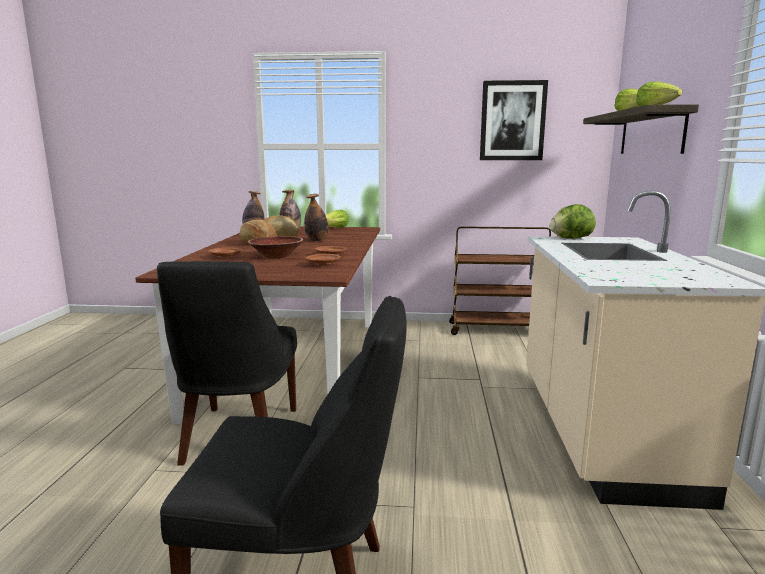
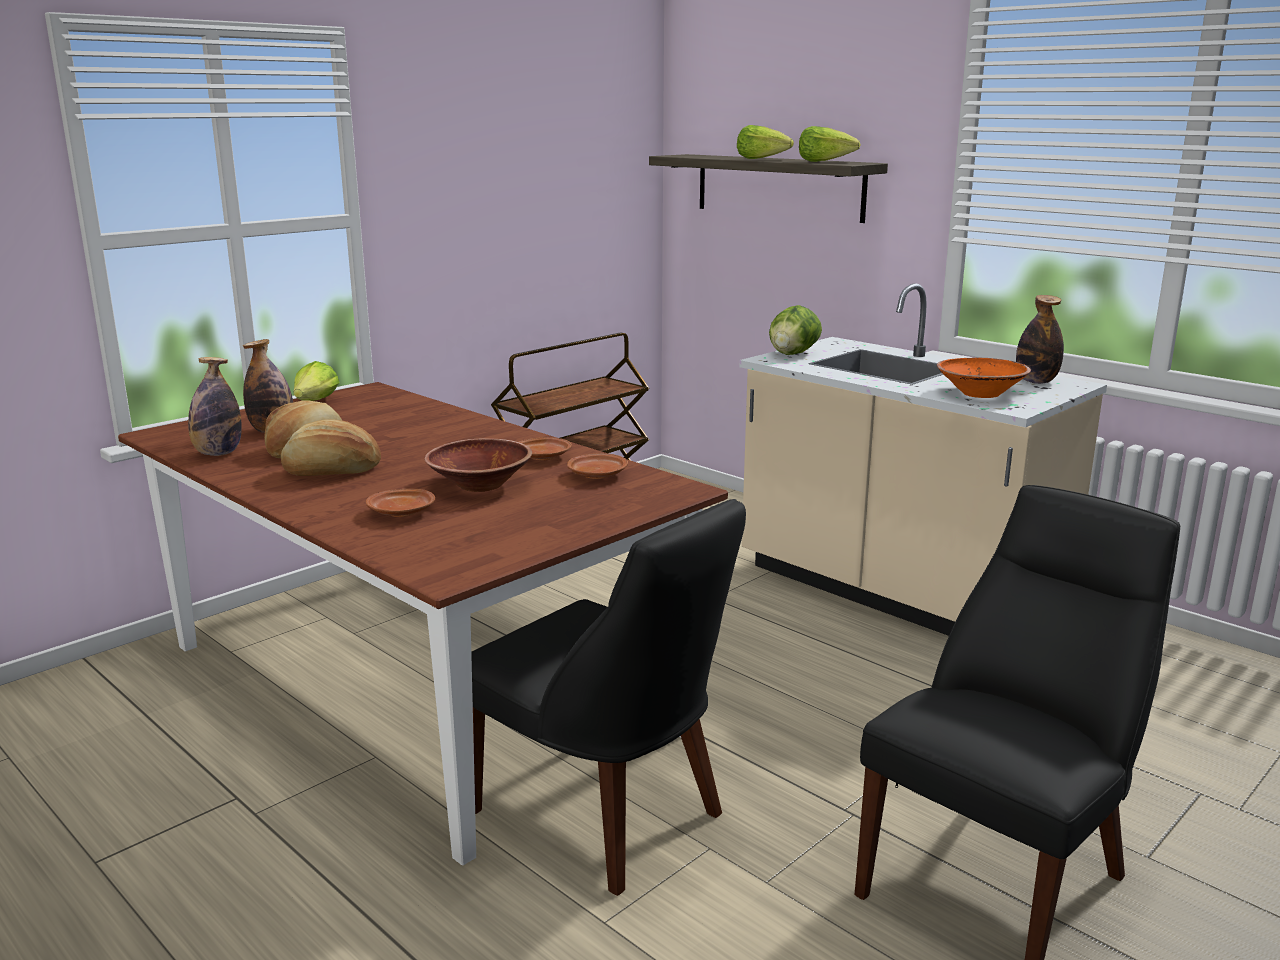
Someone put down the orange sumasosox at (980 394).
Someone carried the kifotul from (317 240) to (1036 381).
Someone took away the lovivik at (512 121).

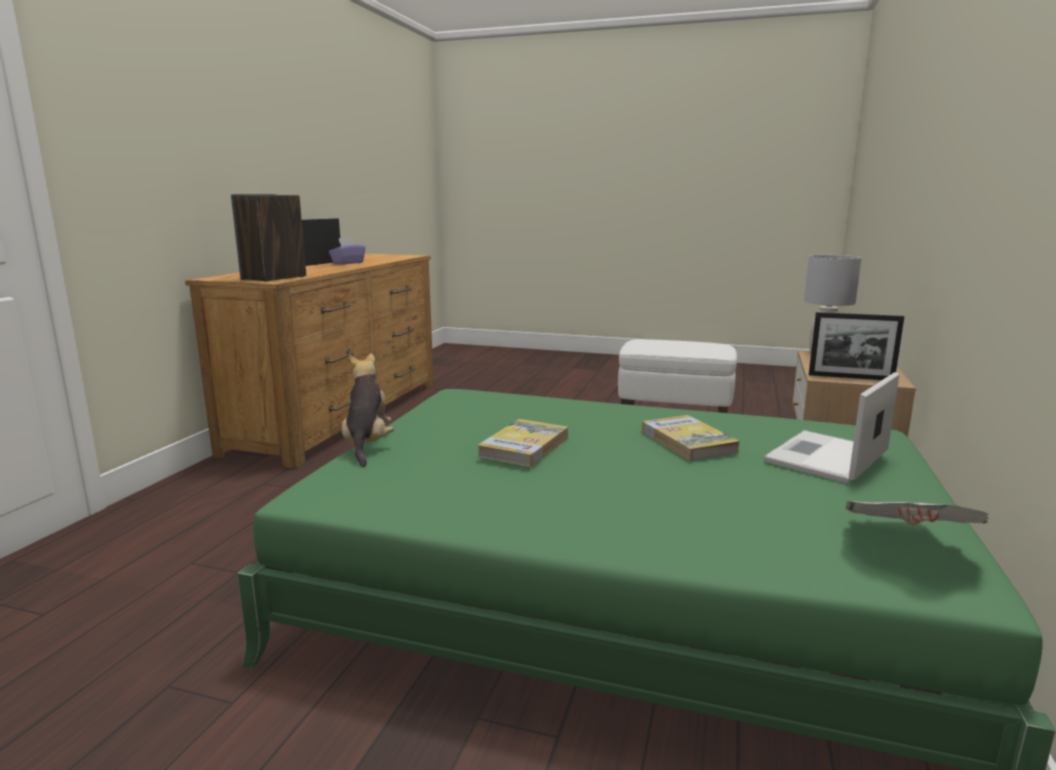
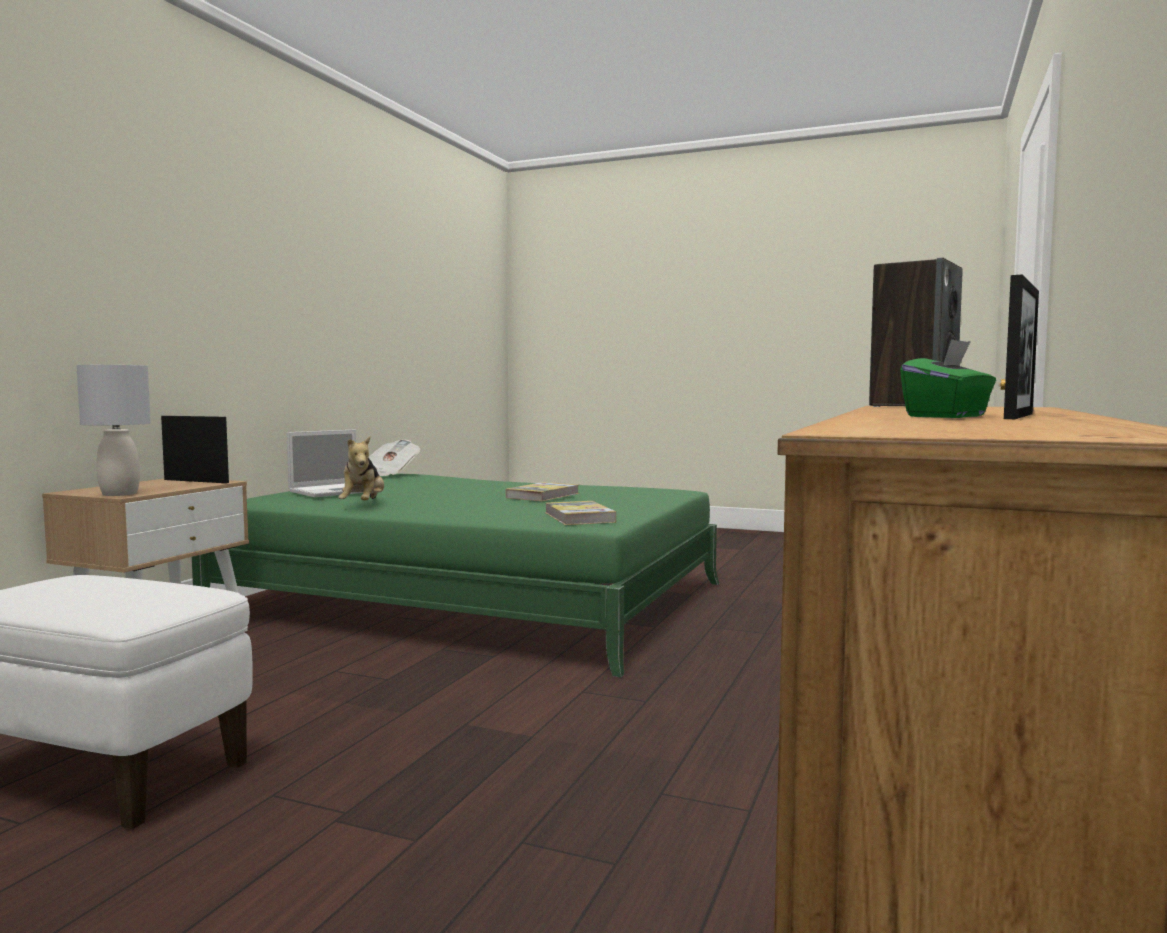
Someone carried the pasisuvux from (367 444) to (363 505).
Someone carried the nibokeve from (688 441) to (579 517).
Someone repainted the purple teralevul at (347 263), which became the green teralevul at (947 416).

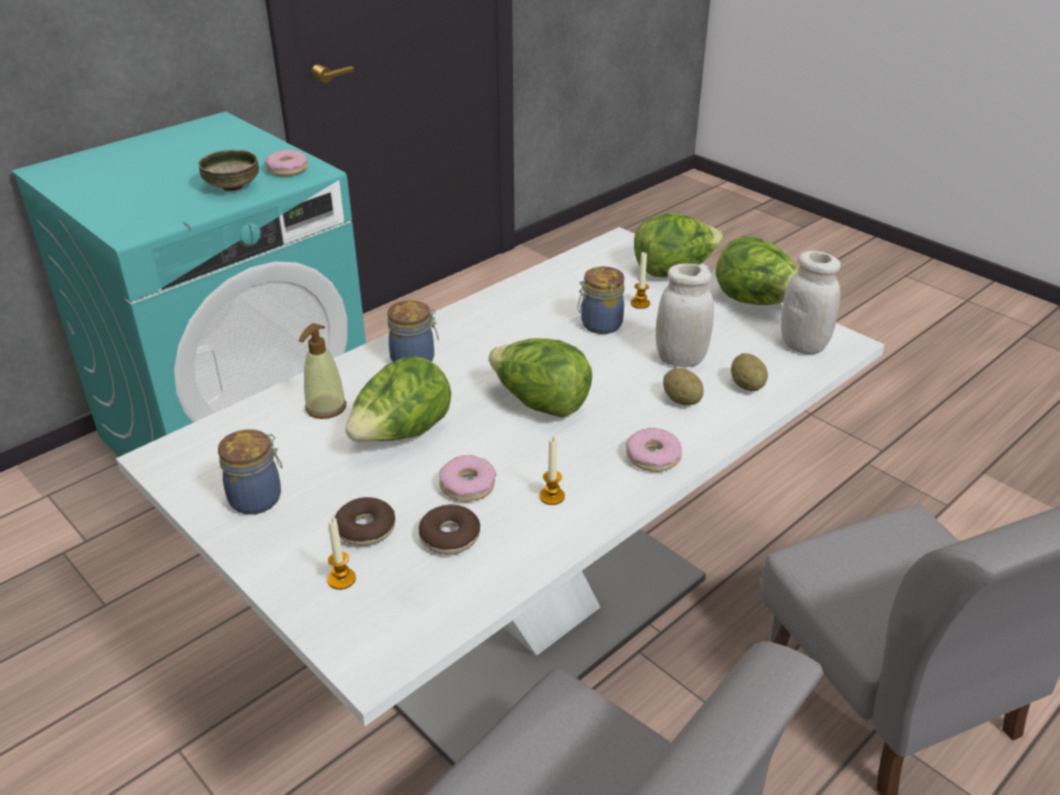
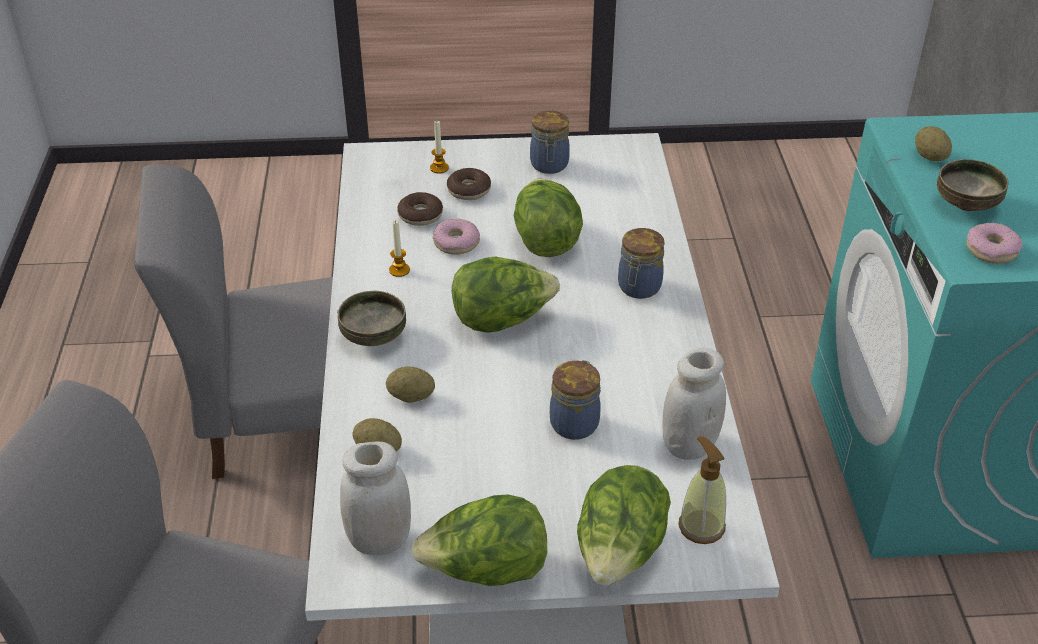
Someone swapped the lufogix at (653 457) for the sumasosox at (372 337).
Someone carried the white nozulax from (680 359) to (689 445).
Someone carried the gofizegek from (325 408) to (701 526).
Someone put down the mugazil at (930 157).
Someone took away the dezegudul at (640 303).

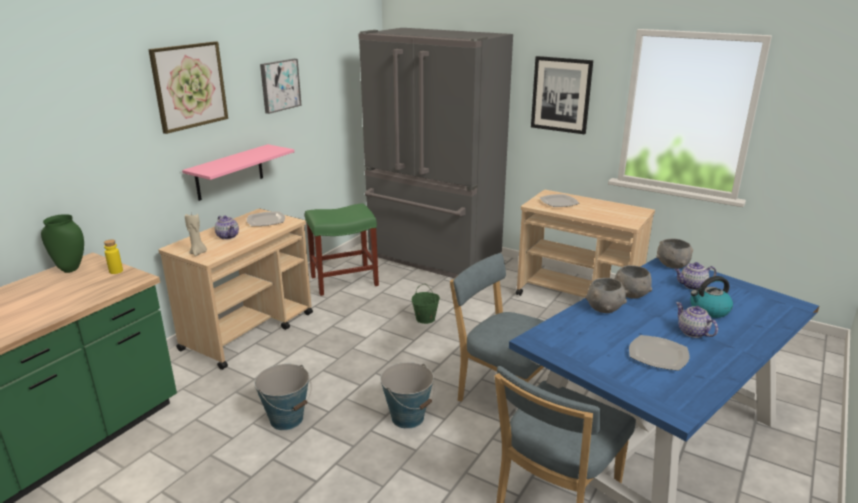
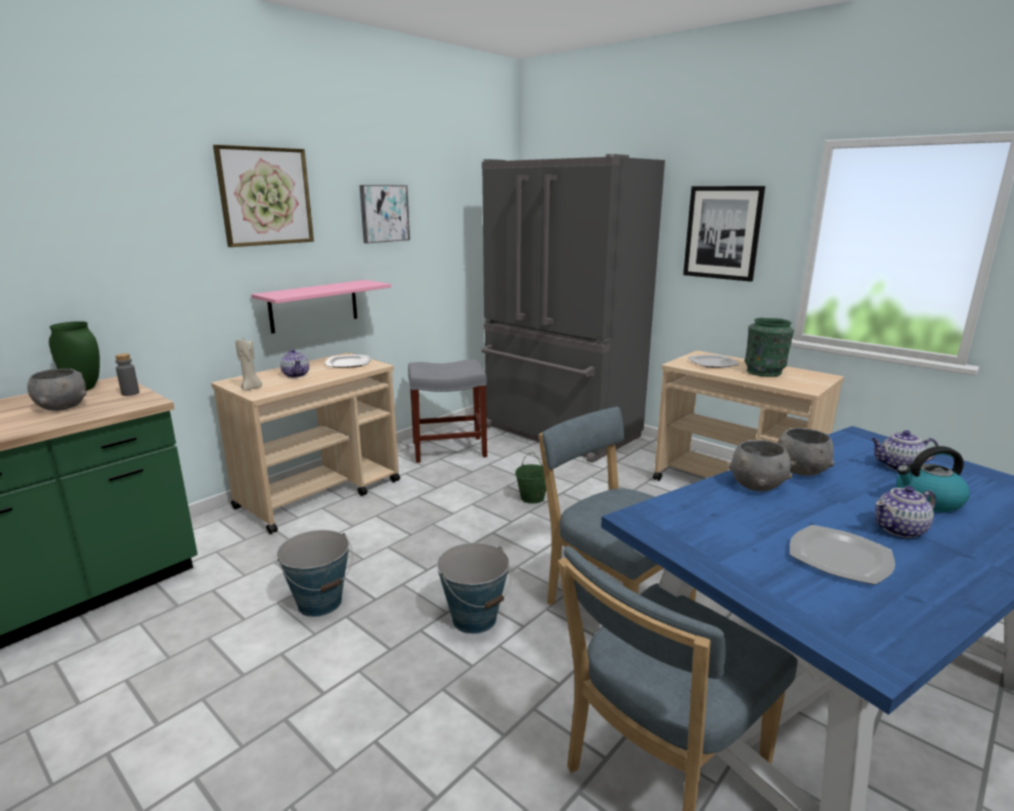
Someone carried the grey sumasosox from (672 265) to (62 407).
Someone repainted the yellow kifotul at (116 271), which became the grey kifotul at (130 393).
Someone repainted the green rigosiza at (343 281), which became the grey rigosiza at (448 449).
Someone put down the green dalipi at (765 372).
Someone rotated the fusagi at (692 332) by 90 degrees counterclockwise.

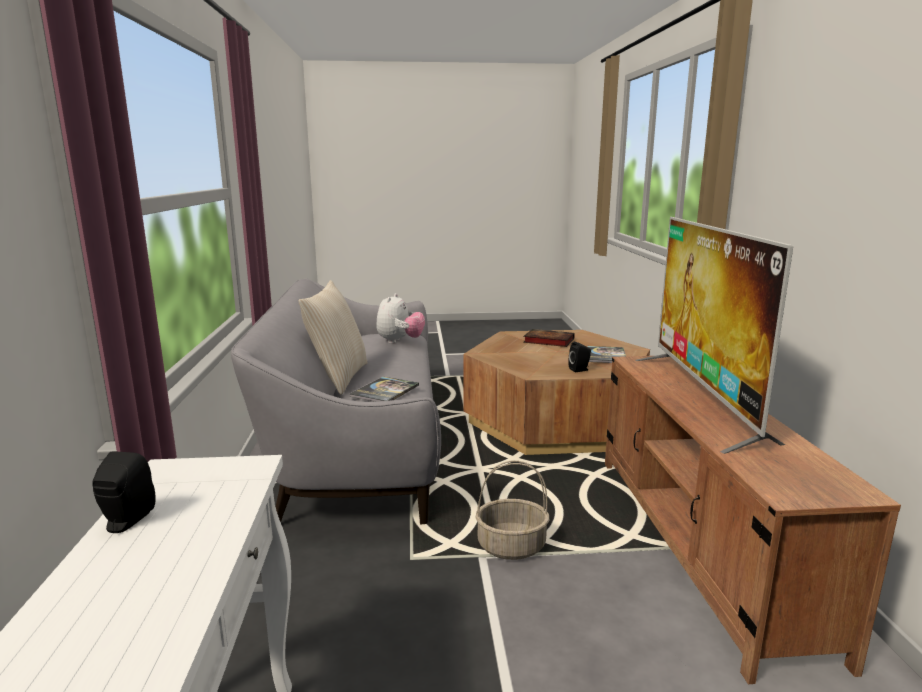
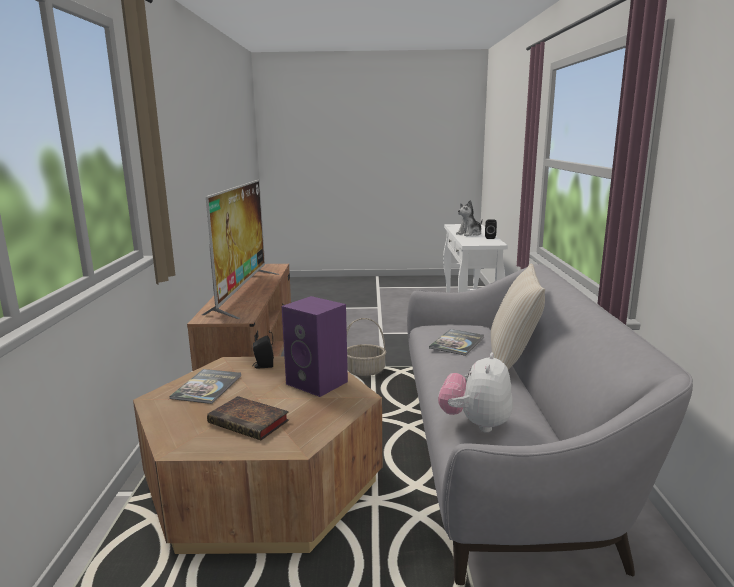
Someone put down the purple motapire at (318 383).
Someone put down the pasisuvux at (469 234).

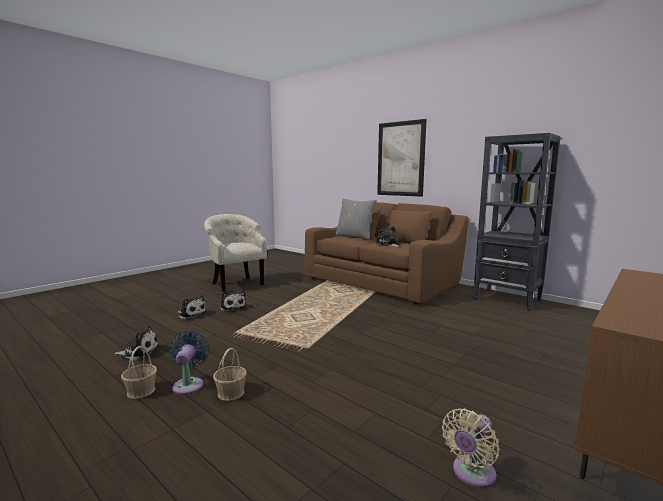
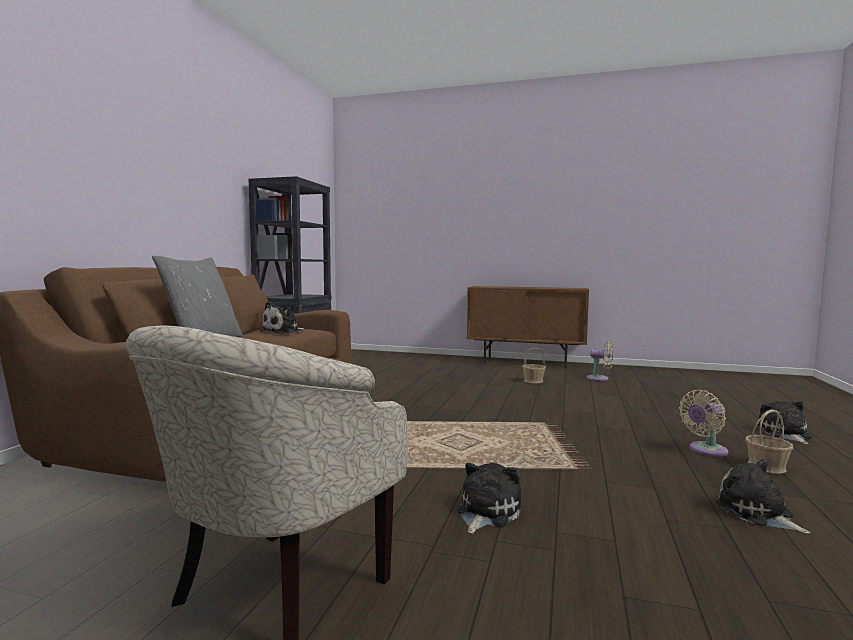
Someone carried the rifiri from (231 393) to (533 381).
Someone repainted the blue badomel at (189 384), which became the beige badomel at (705 450).
Someone carried the pasisuvux from (191 314) to (784 433).
Someone took away the lovivik at (400 159).

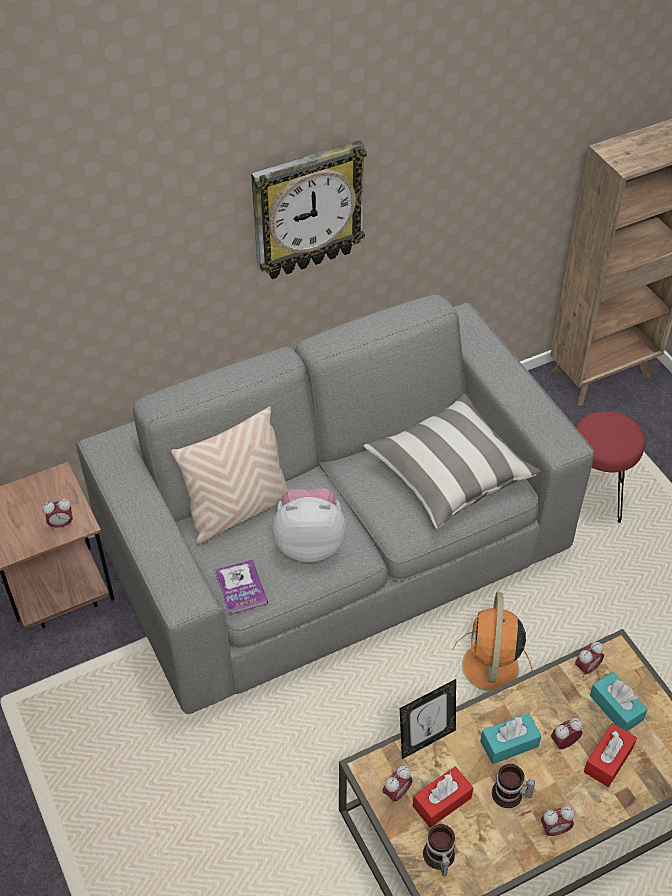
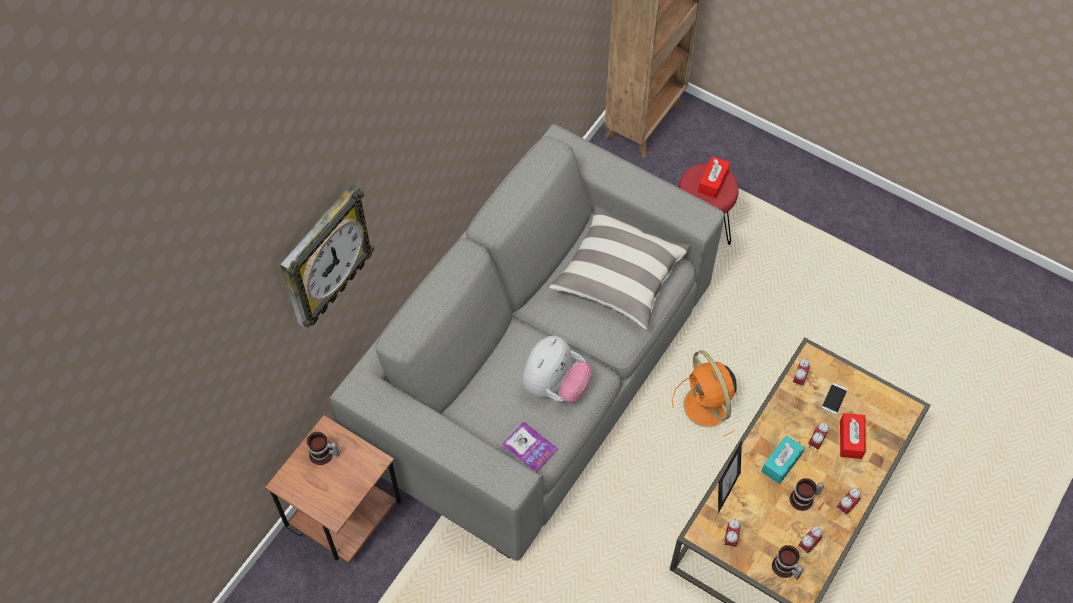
Someone carried the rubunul from (306 210) to (324 258).
Someone put down the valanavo at (323 455).
Someone rotated the pasisuvux at (309 543) by 150 degrees clockwise.
Someone carried the red teralevul from (442 802) to (713 182).
Someone carried the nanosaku from (61 524) to (808 545).
Someone swapped the turquoise teralevul at (616 708) for the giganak at (834 399).
Someone took away the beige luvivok at (238 511).

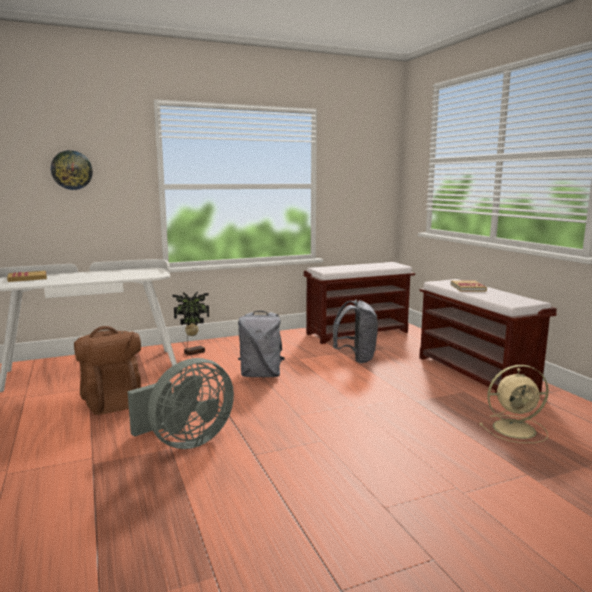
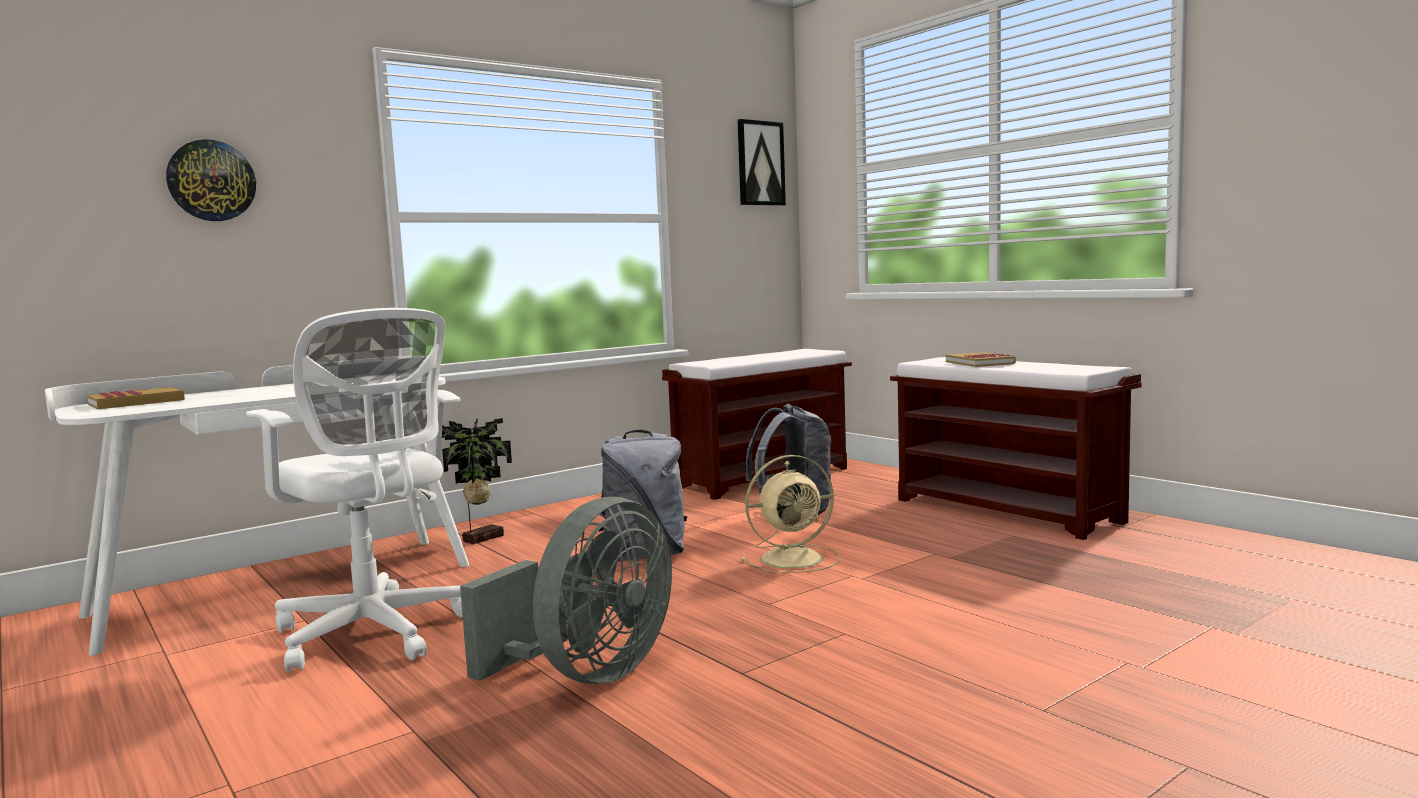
Someone swapped the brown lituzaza at (111 401) for the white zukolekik at (374 634).
Someone put up the lovivik at (760 163).
Someone carried the beige badomel from (516 429) to (794 558).

